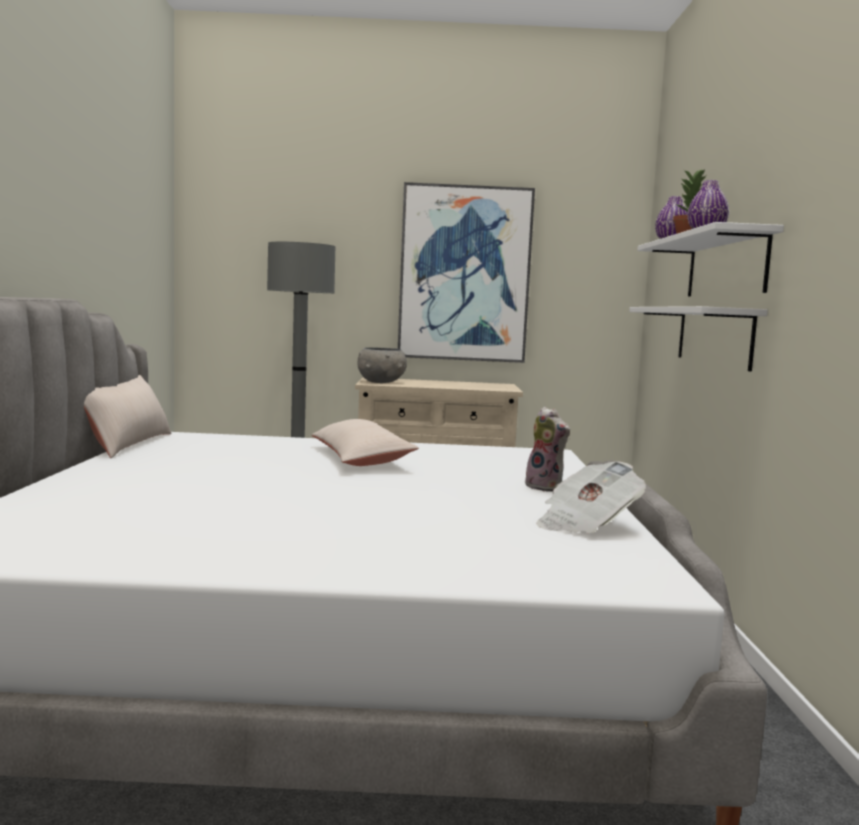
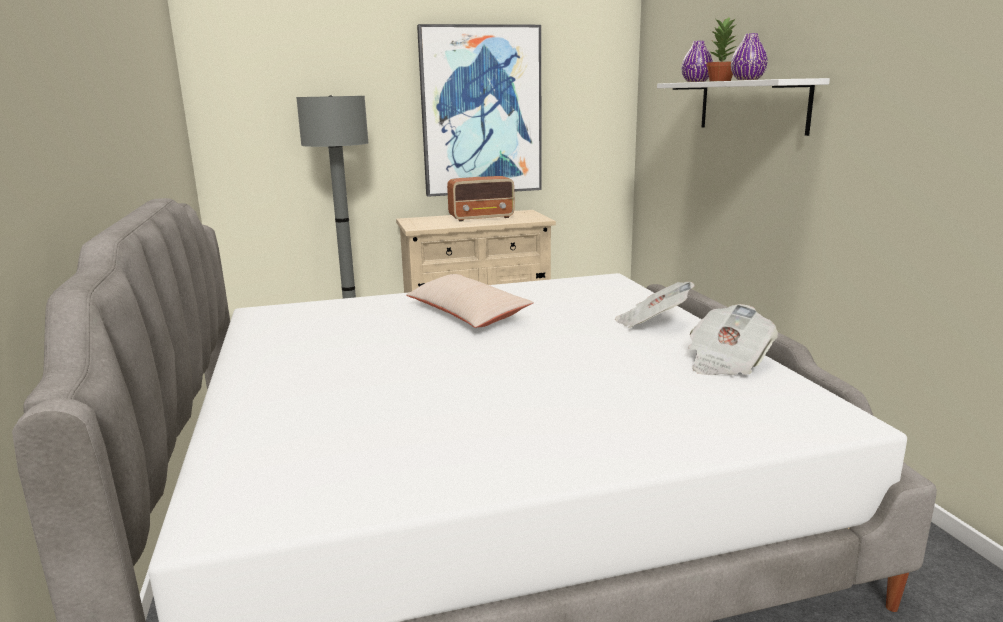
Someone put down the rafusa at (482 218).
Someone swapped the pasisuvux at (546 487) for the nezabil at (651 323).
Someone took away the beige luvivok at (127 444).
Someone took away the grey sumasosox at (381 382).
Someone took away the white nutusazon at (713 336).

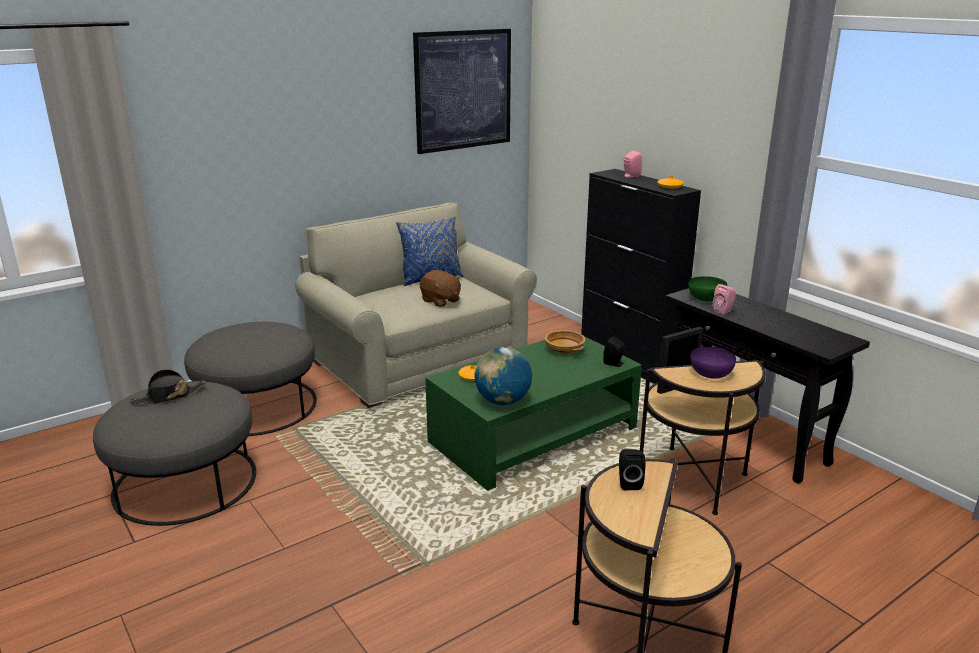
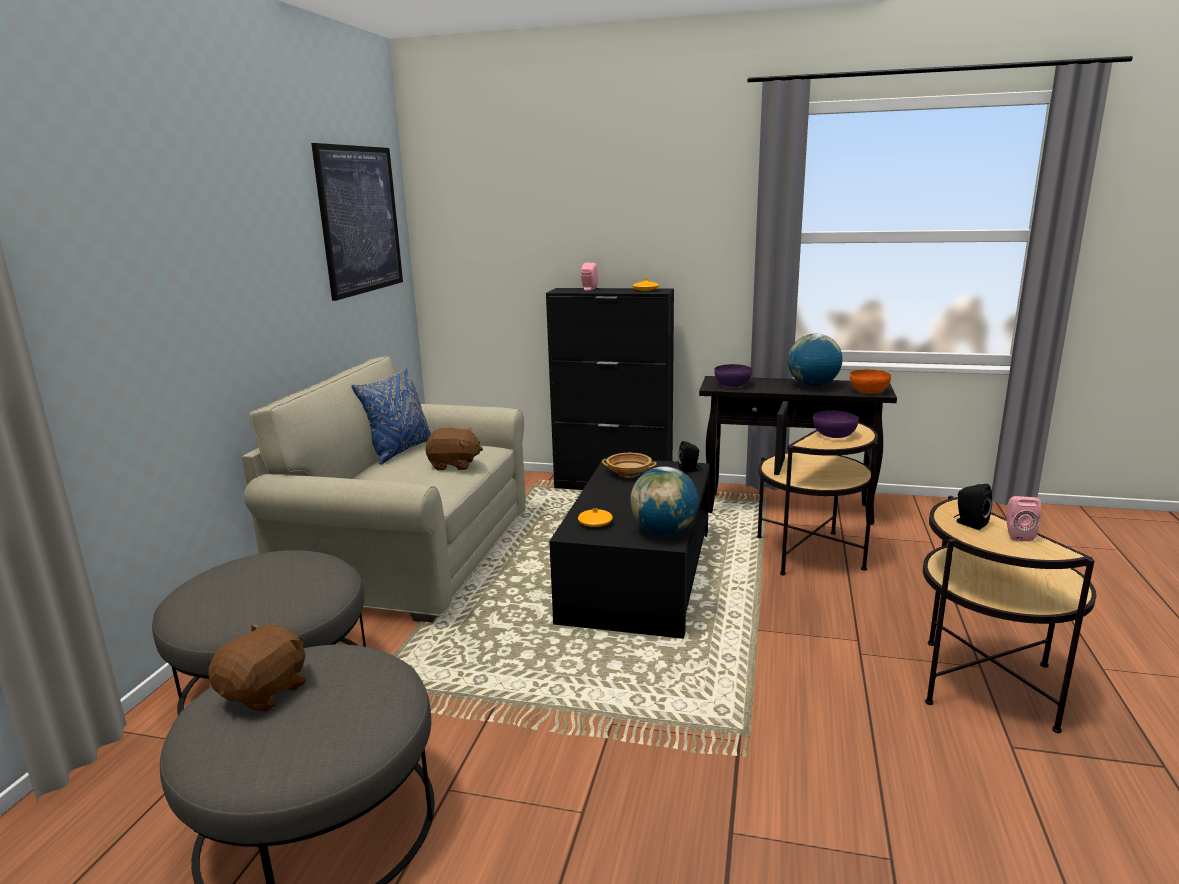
Someone swapped the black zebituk at (168 396) for the brown pasisuvux at (266 692).
Someone repainted the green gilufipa at (533 434), which became the black gilufipa at (638 574).
Someone repainted the green sumasosox at (706 298), which became the purple sumasosox at (733 385).
Someone put down the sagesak at (812 385).
Someone put down the orange sumasosox at (869 391).
Someone carried the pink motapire from (724 311) to (1017 535).

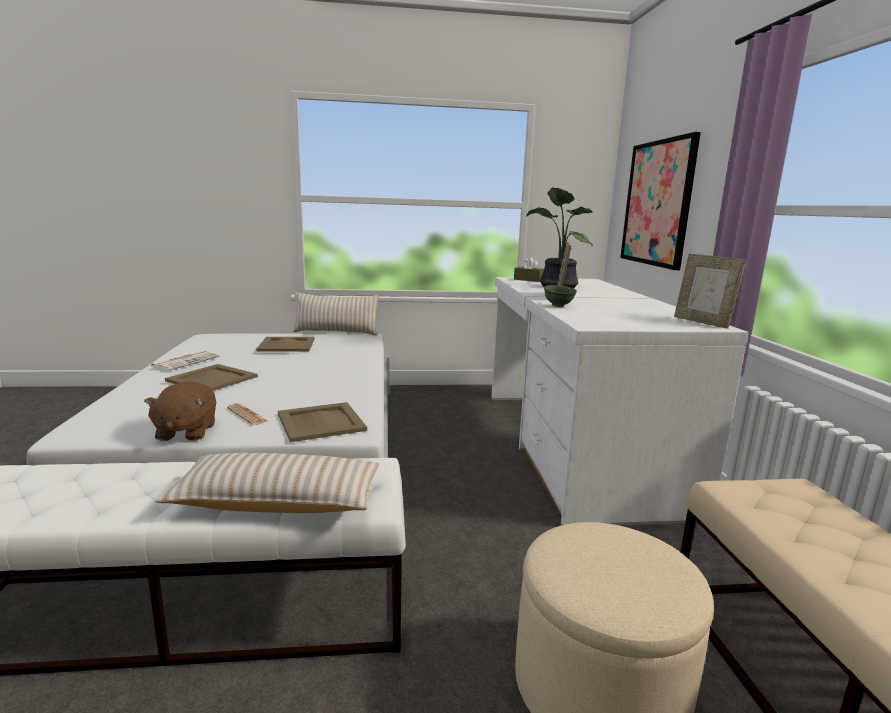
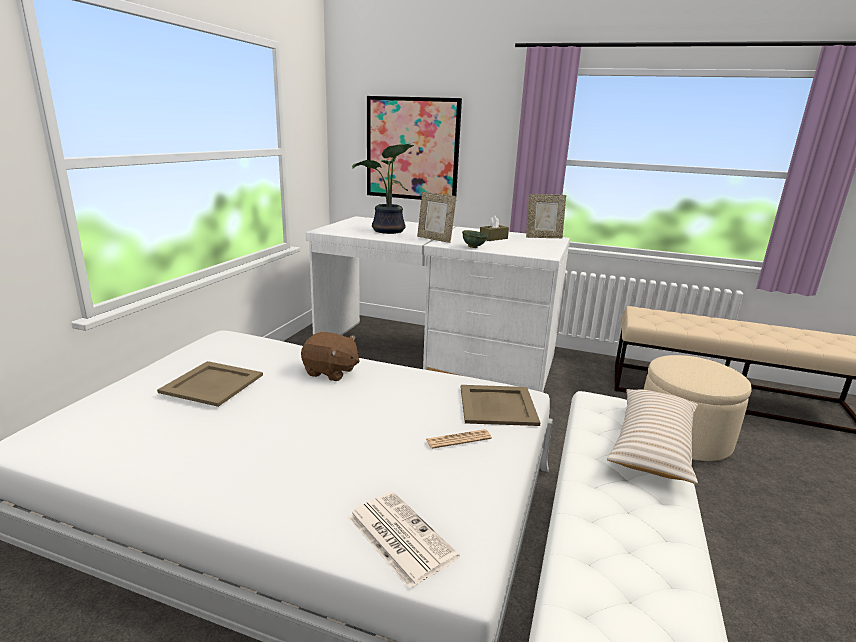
Someone carried the brown pasisuvux from (185 432) to (331 372).
Someone carried the nezabil from (186 361) to (399 536).
Someone carried the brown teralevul from (528 280) to (493 238).
Someone took away the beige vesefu at (212 379).
Someone took away the beige luvivok at (335 332).

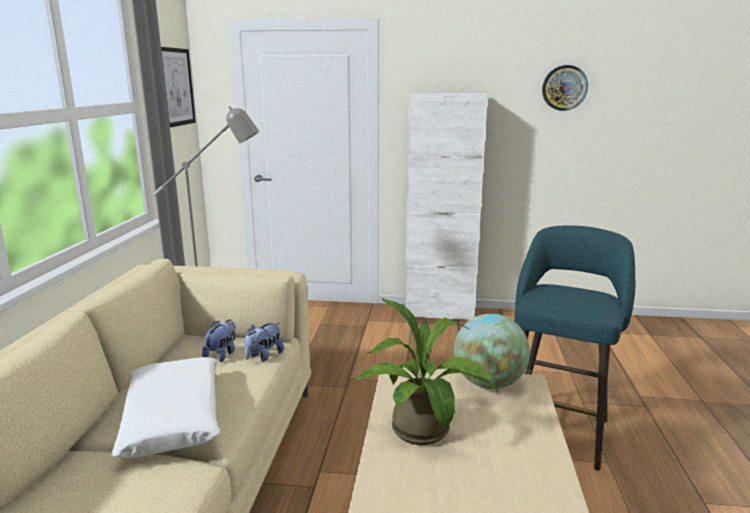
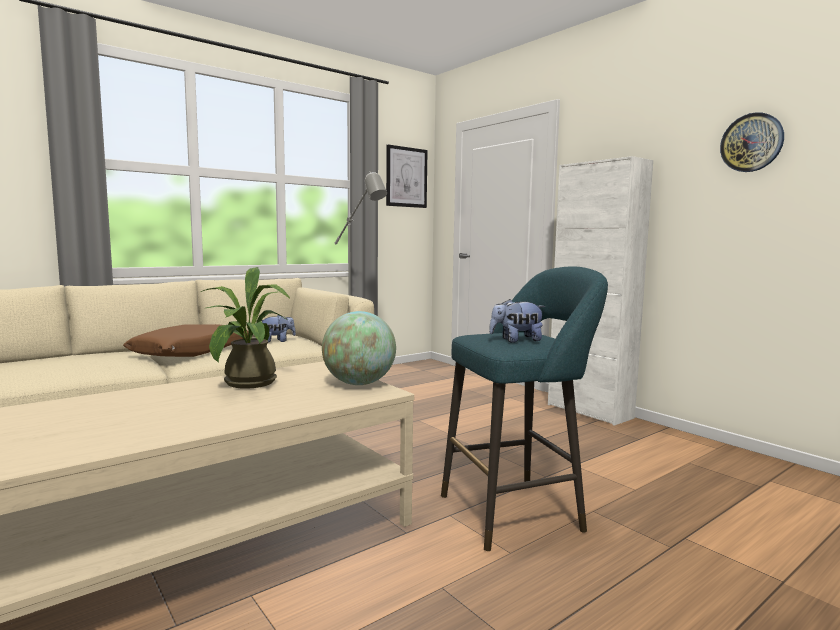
Someone repainted the white luvivok at (174 417), which became the brown luvivok at (191 352).
Someone carried the pasisuvux from (264 356) to (516 340).

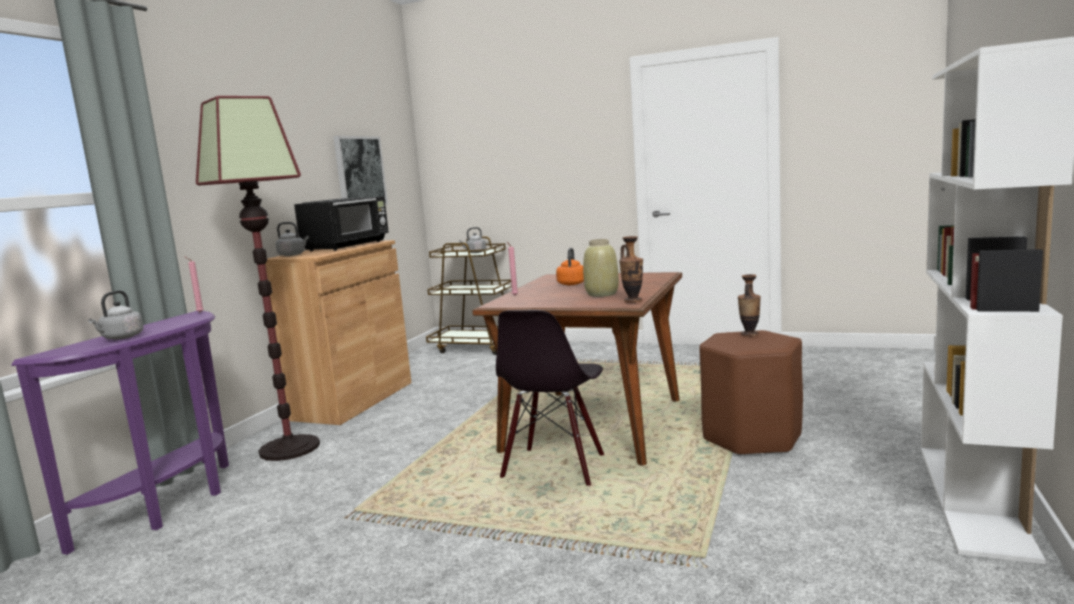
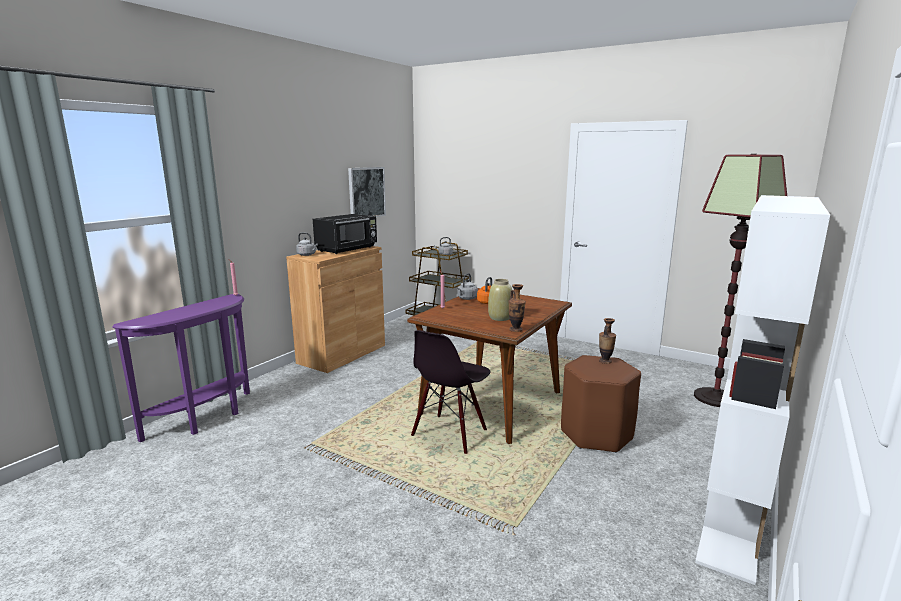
Someone carried the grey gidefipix from (121 338) to (466 298).
Someone carried the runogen from (289 448) to (715 398).

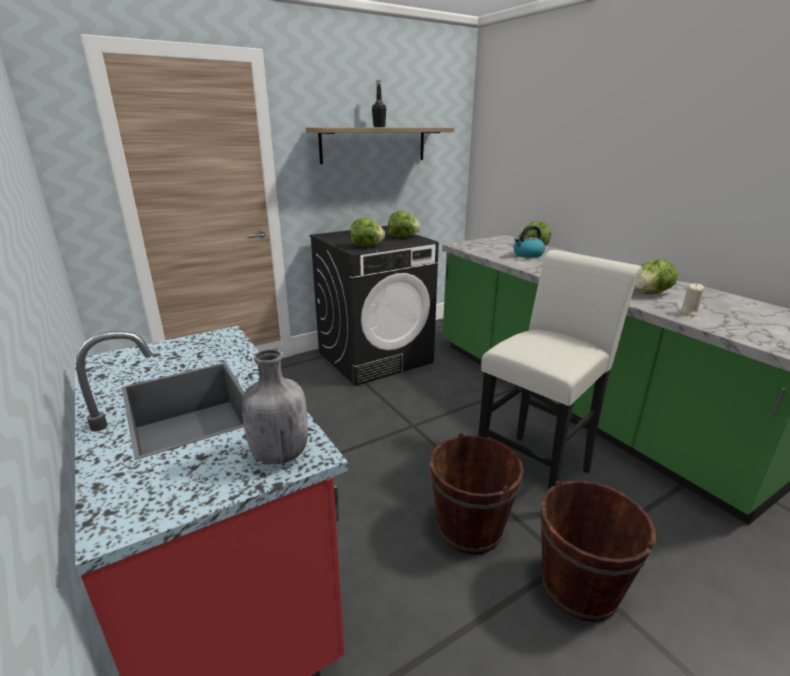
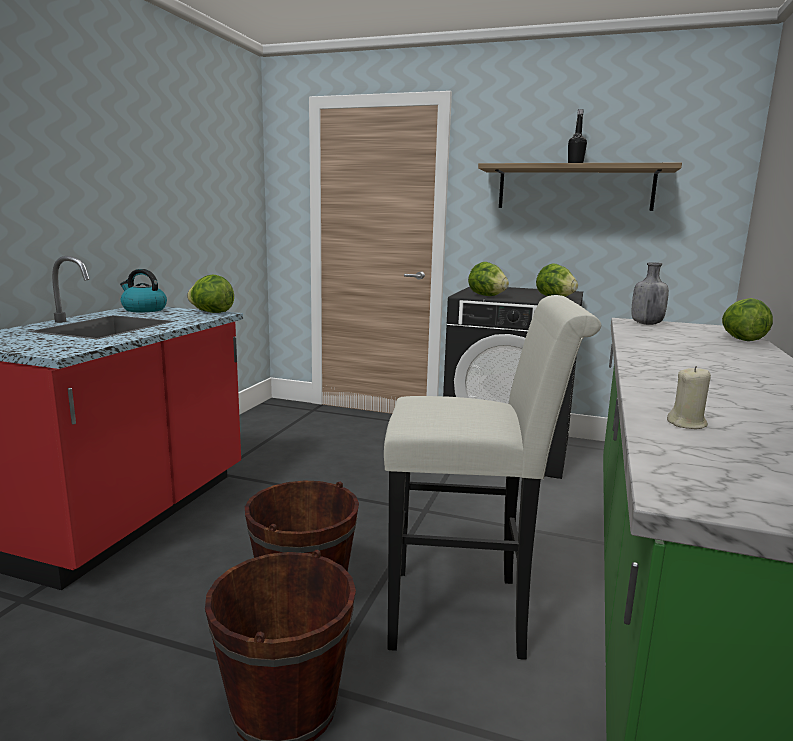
Someone carried the gidefipix from (527 255) to (143 309).
Someone carried the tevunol from (649 293) to (211 312).
Someone carried the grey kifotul from (279 454) to (646 324).

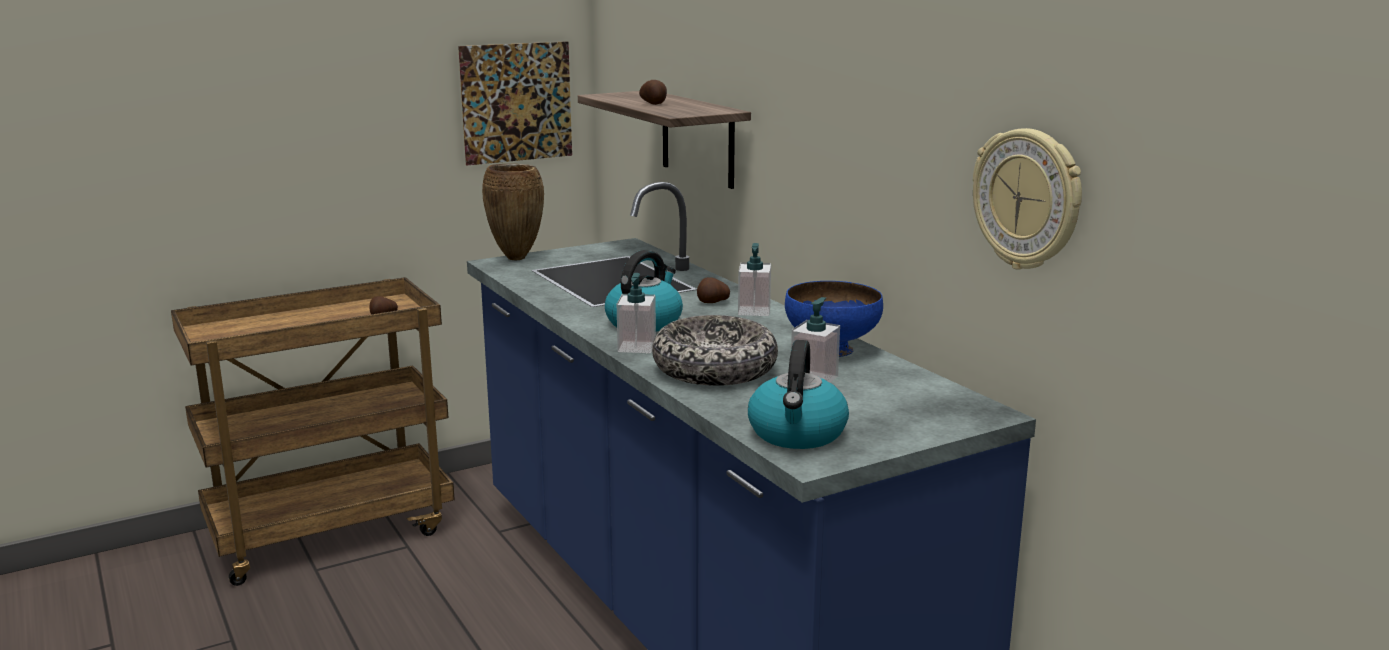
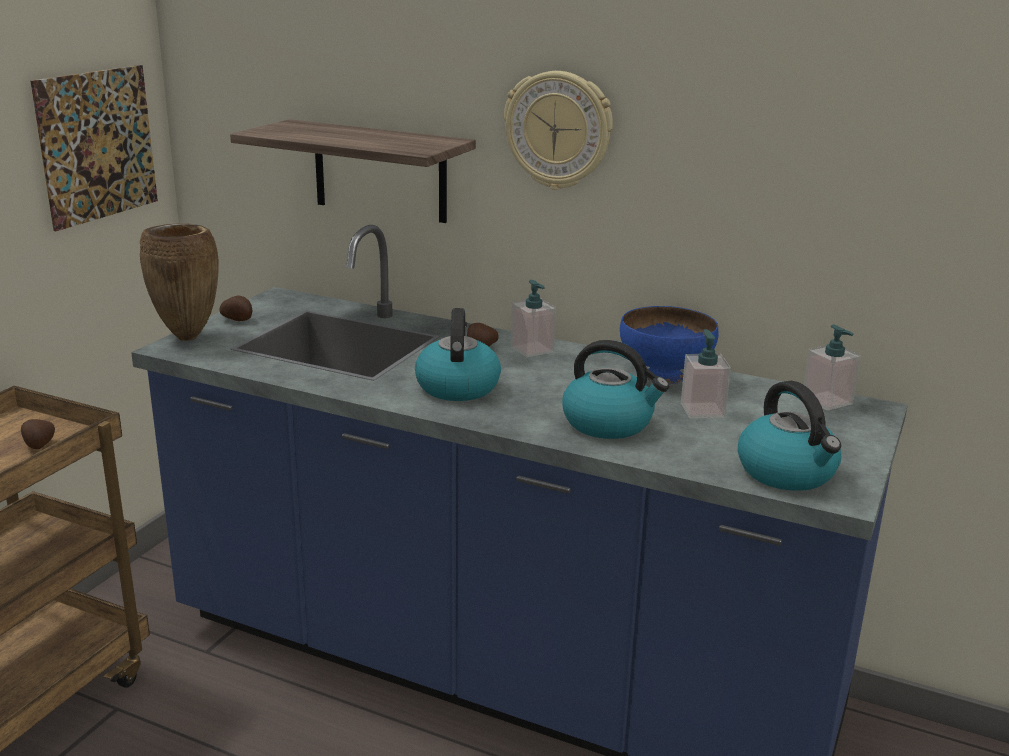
Someone carried the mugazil from (654 104) to (238 320).
Someone carried the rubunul from (1028 199) to (558 130).
Someone swapped the sumasosox at (715 369) for the gidefipix at (609 423).
Someone carried the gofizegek from (636 347) to (827 401).

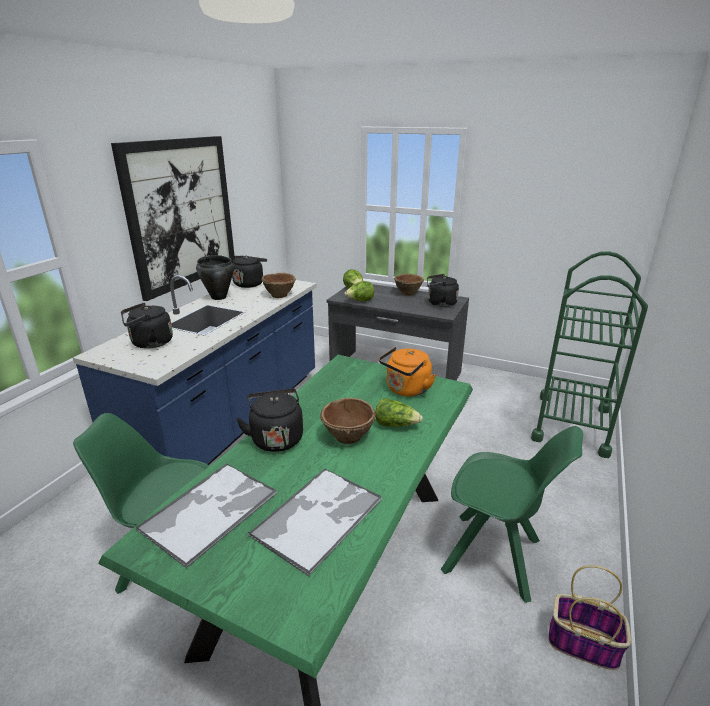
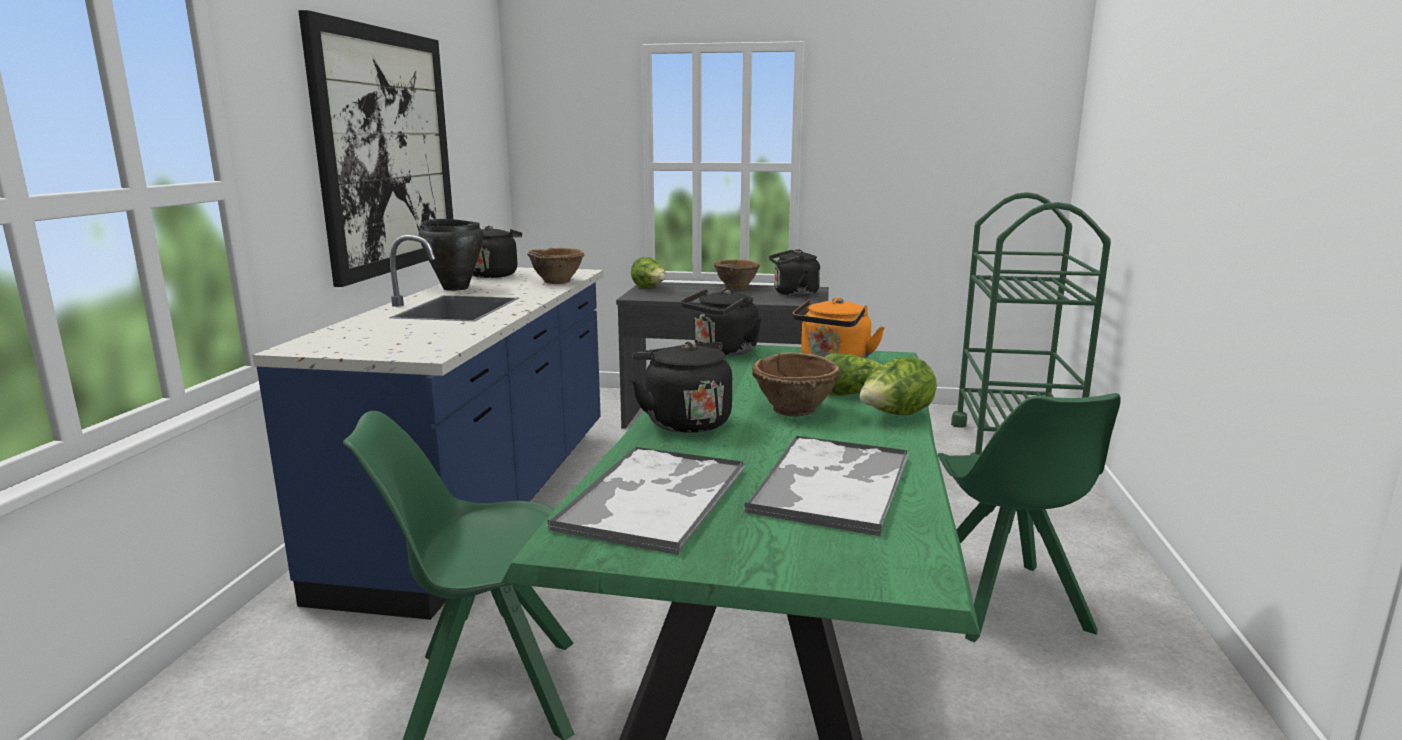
Someone carried the black gidefipix from (149 343) to (722 351).
Someone carried the tevunol from (360 301) to (895 416).
Someone rotated the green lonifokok at (495 557) by 75 degrees clockwise.
Someone took away the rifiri at (584 644).

